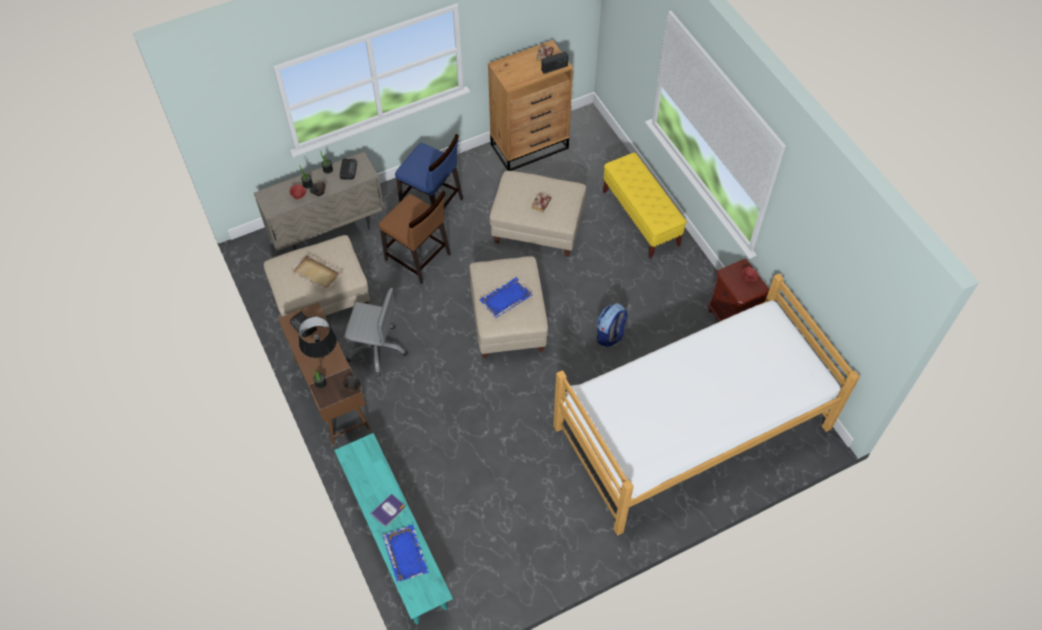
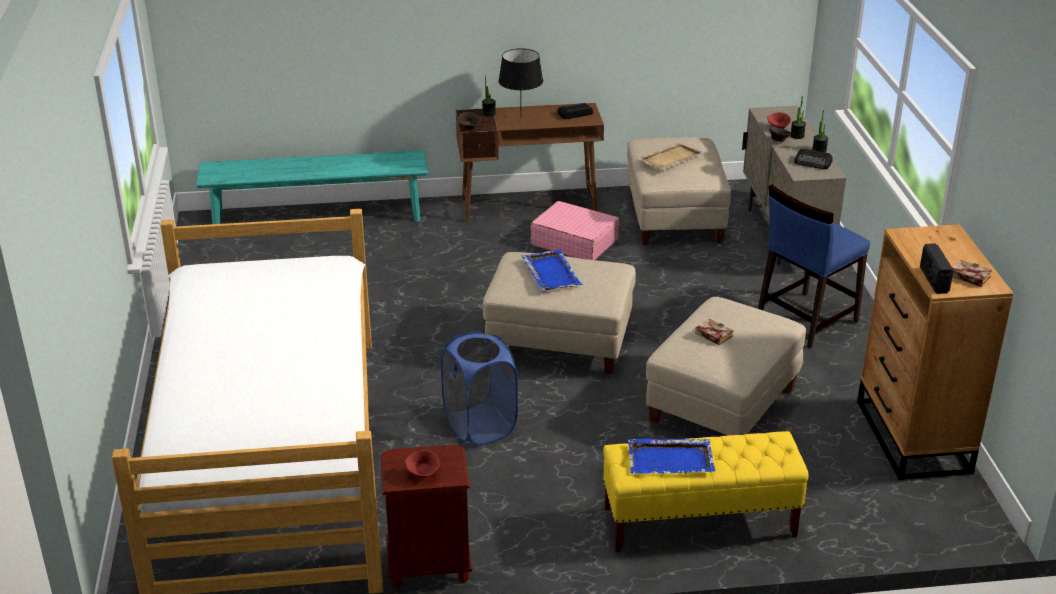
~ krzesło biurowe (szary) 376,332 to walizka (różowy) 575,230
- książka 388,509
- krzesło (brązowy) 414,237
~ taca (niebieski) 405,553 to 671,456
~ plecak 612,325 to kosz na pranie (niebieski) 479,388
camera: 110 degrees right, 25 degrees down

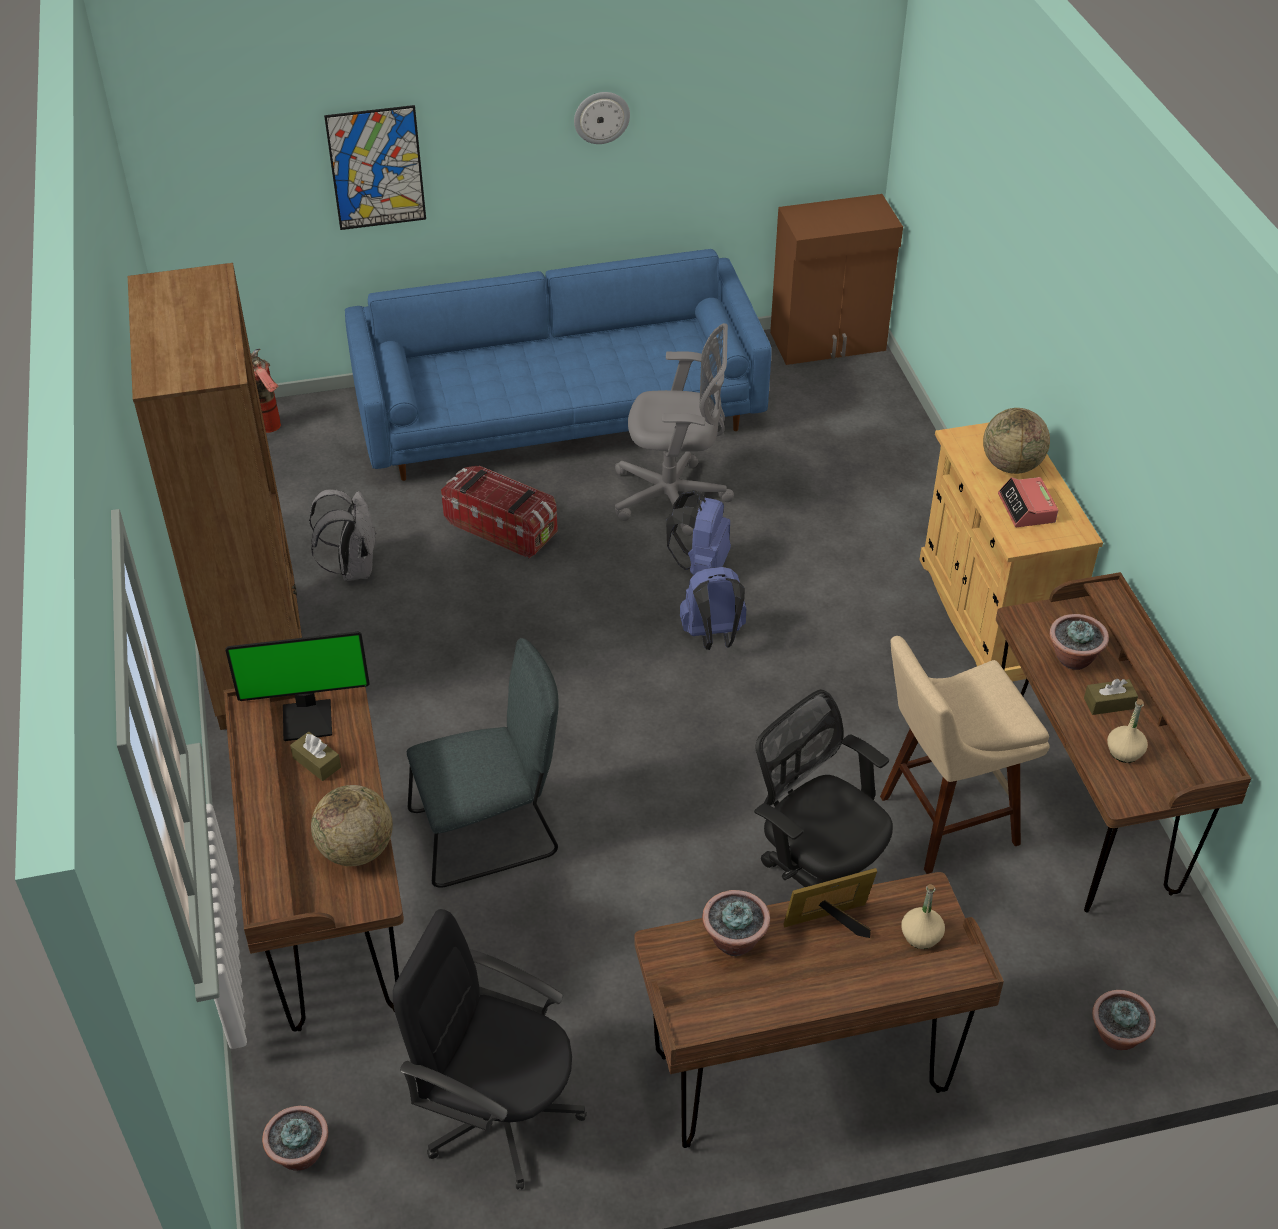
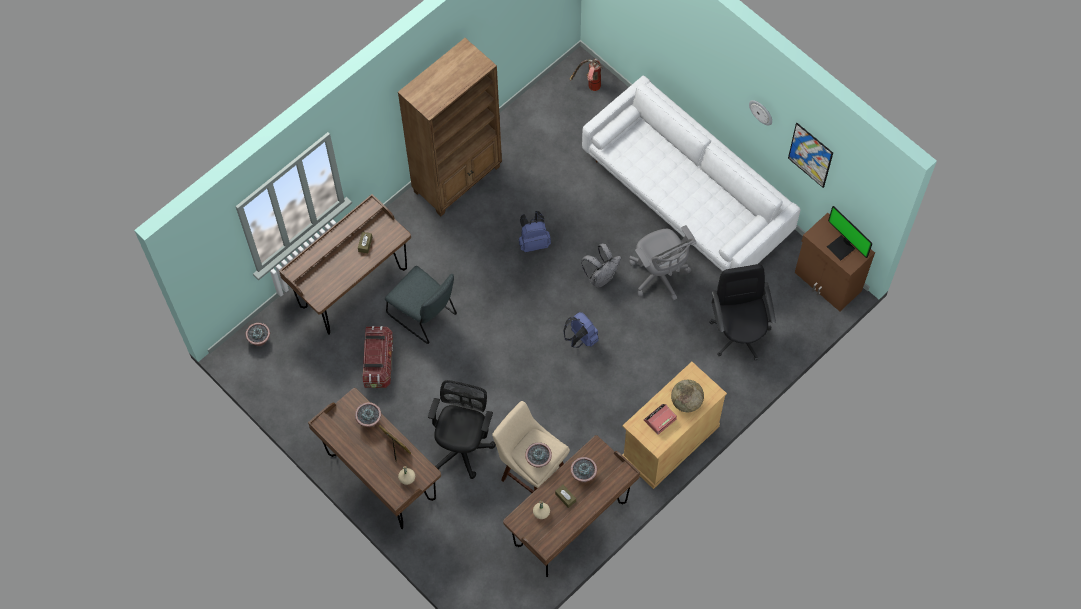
~ monitor 297,686 to 849,233
~ plecak (szary) 342,535 to 601,265
- globus 352,825
~ obraz 375,167 to 810,155
~ kanapa (niebieski) 558,365 to kanapa (biały) 691,173
~ krzesło biurowe (czarny) 490,1049 to 742,312
~ pojemnik do przechowywania 499,512 to 378,357
~ plecak (niebieski) 698,532 to 535,231
~ roślina doniczkowa 1124,1020 to 538,455
camera: 60 degrees right, 20 degrees up

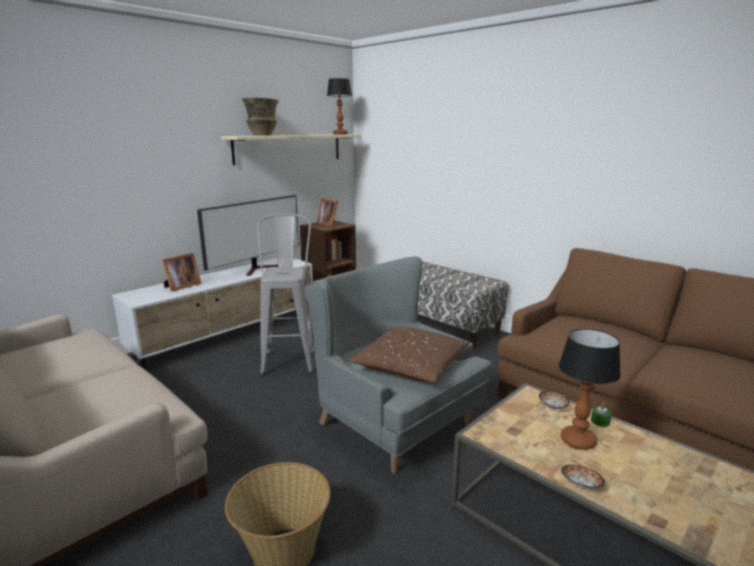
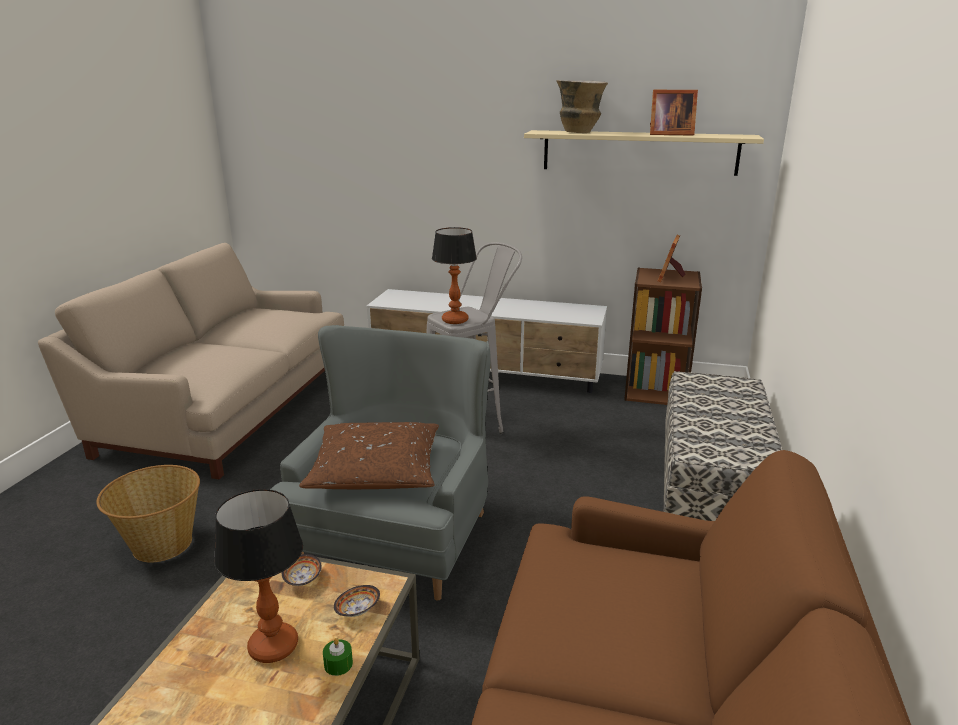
~ ramka na zdjęcie 181,272 to 674,112
- telewizor 248,235
~ lampa stołowa 339,106 to 454,275
~ miska 583,476 to 302,570
camera: 60 degrees right, 5 degrees up

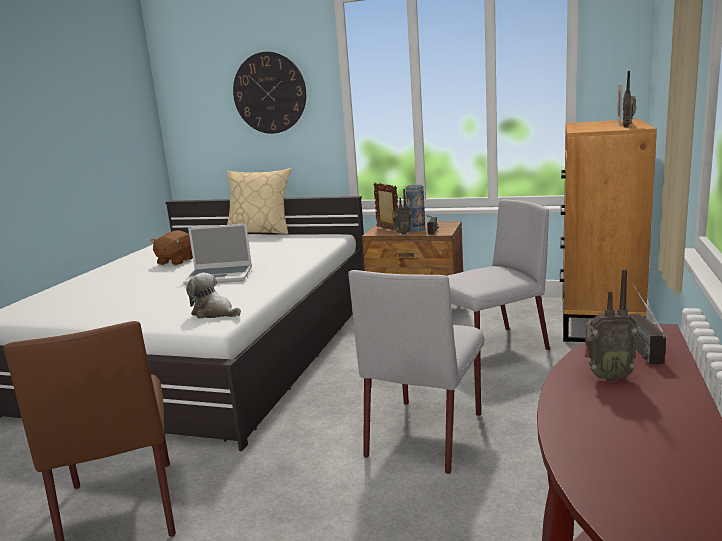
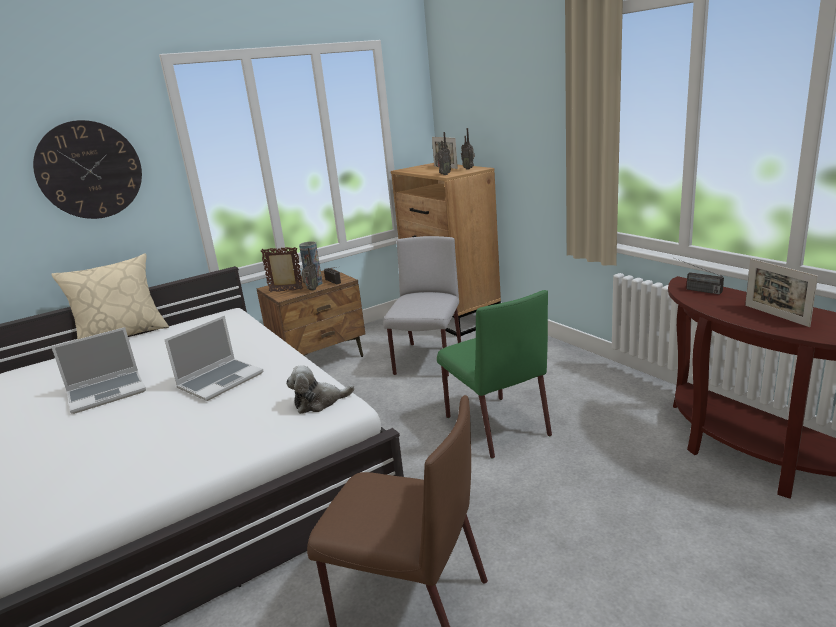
~ pluszak (brązowy) 171,247 to laptop 98,370
~ krzesło (szary) 416,372 to krzesło (zielony) 494,374
~ radio 611,325 to 443,153
+ ramka na zdjęcie 781,293
camera: 50 degrees left, 5 degrees up

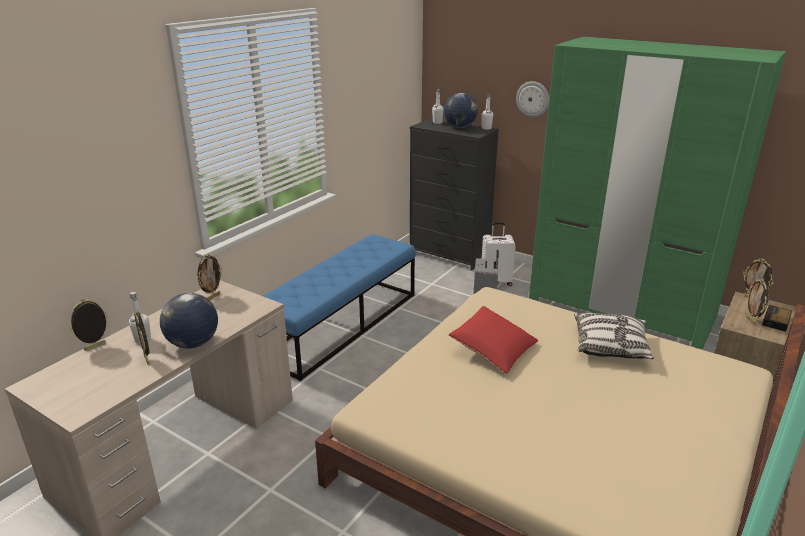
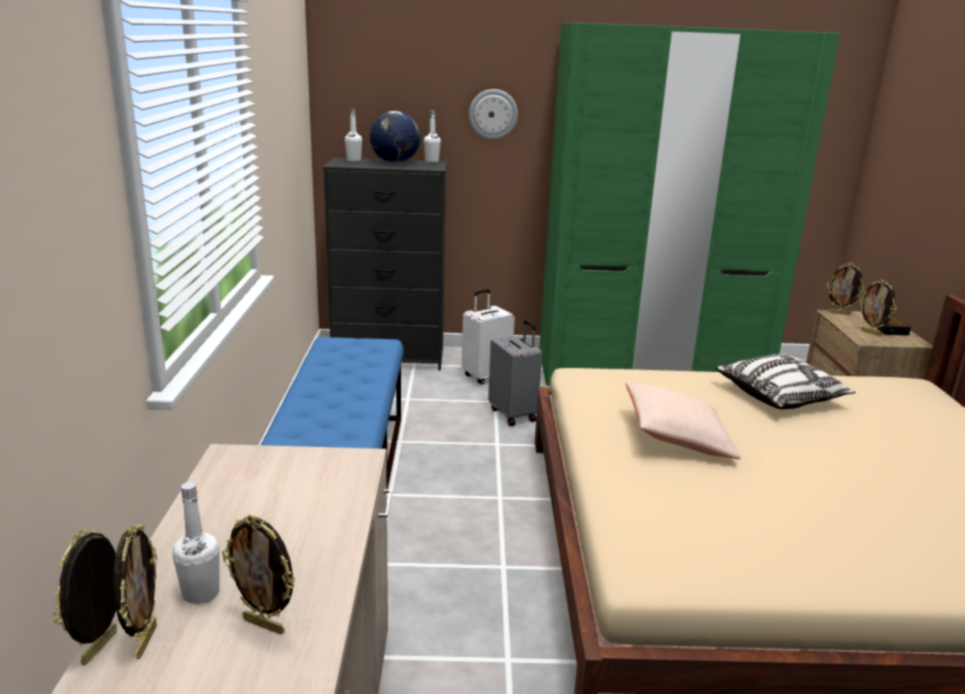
- globus 189,321
~ ramka na zdjęcie 210,277 to 135,591
~ poduszka (czerwony) 493,340 to poduszka (beżowy) 683,420
camera: 35 degrees left, 5 degrees down

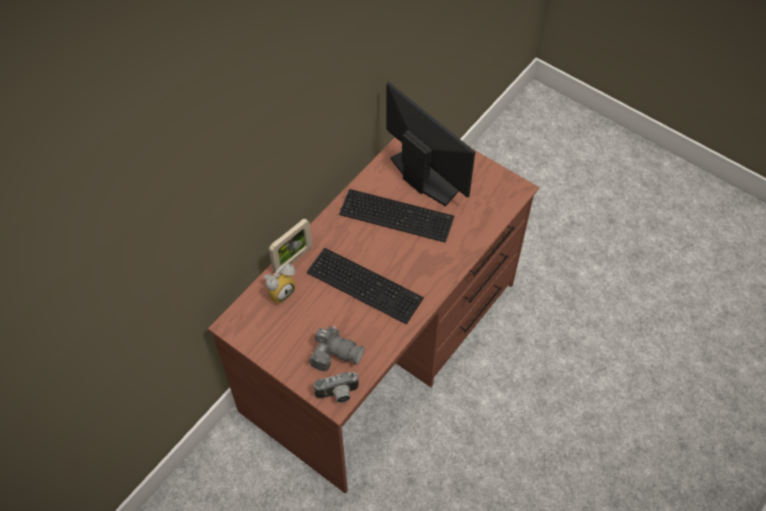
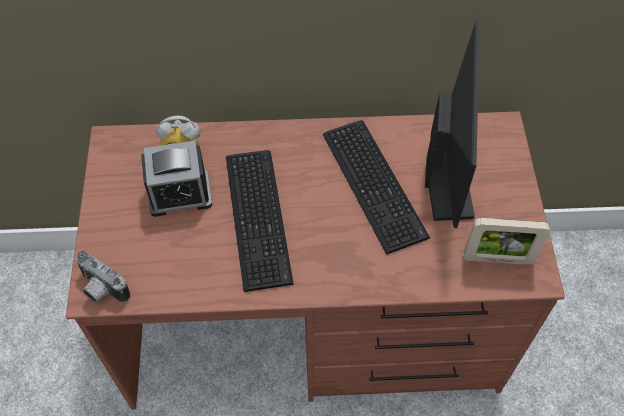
~ ramka na zdjęcie 290,246 to 507,241
- aparat fotograficzny 336,348
+ budzik 176,179
camera: 50 degrees right, 0 degrees up

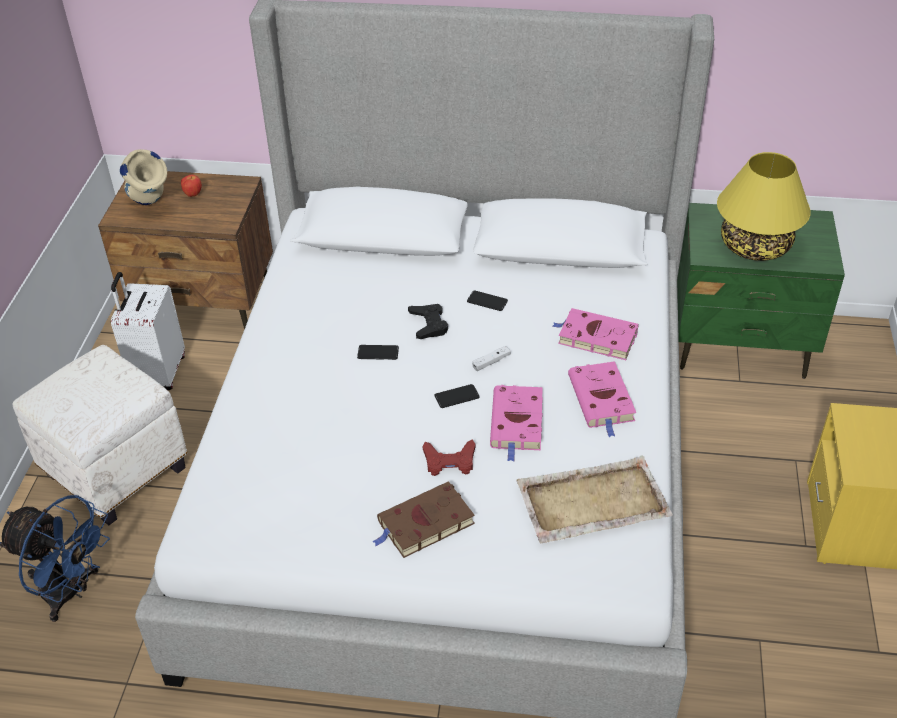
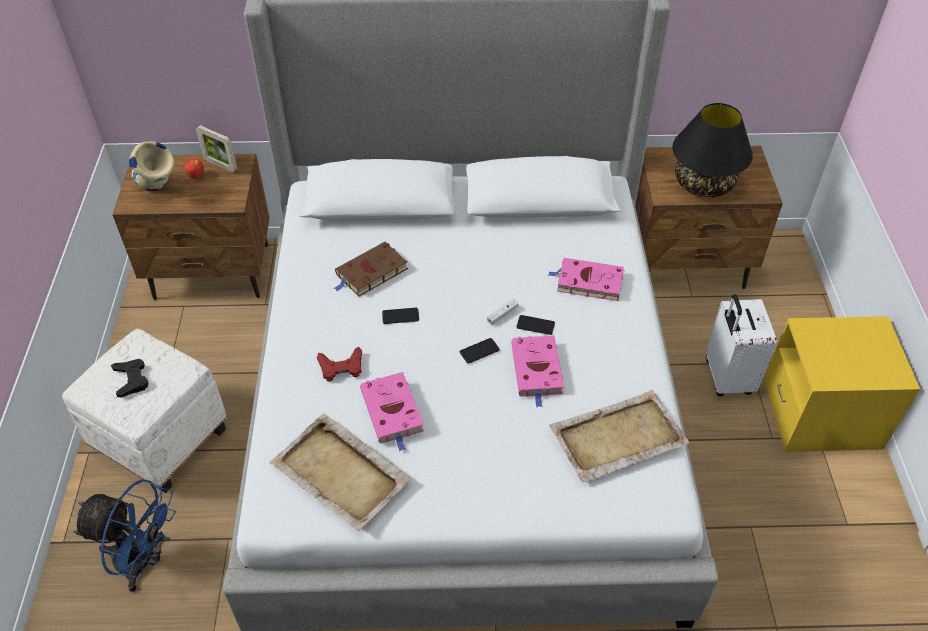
~ walizka (biały) 148,331 to 741,345
~ książka (brązowy) 423,519 to 370,269
~ pad do gier (czarny) 428,321 to 130,378
~ pad do gier (czerwony) 449,458 to 339,364
~ telefon 487,301 to 535,325
~ książka (różowy) 602,399 to 392,411
~ szafka nocna (zielony) 761,291 to szafka nocna (brązowy) 709,217
~ lampa stołowa (żółty) 764,206 to lampa stołowa (czarny) 712,150
+ ramka na zdjęcie 216,148
+ taca (beżowy) 340,472
camera: 10 degrees left, 5 degrees up

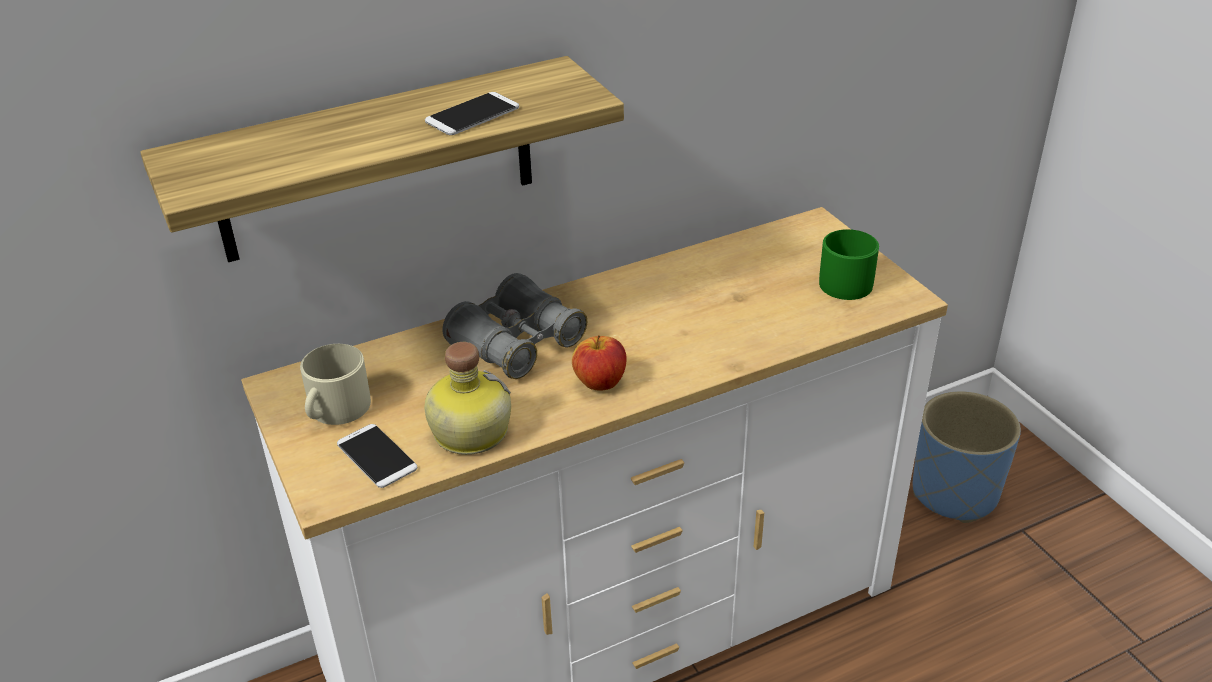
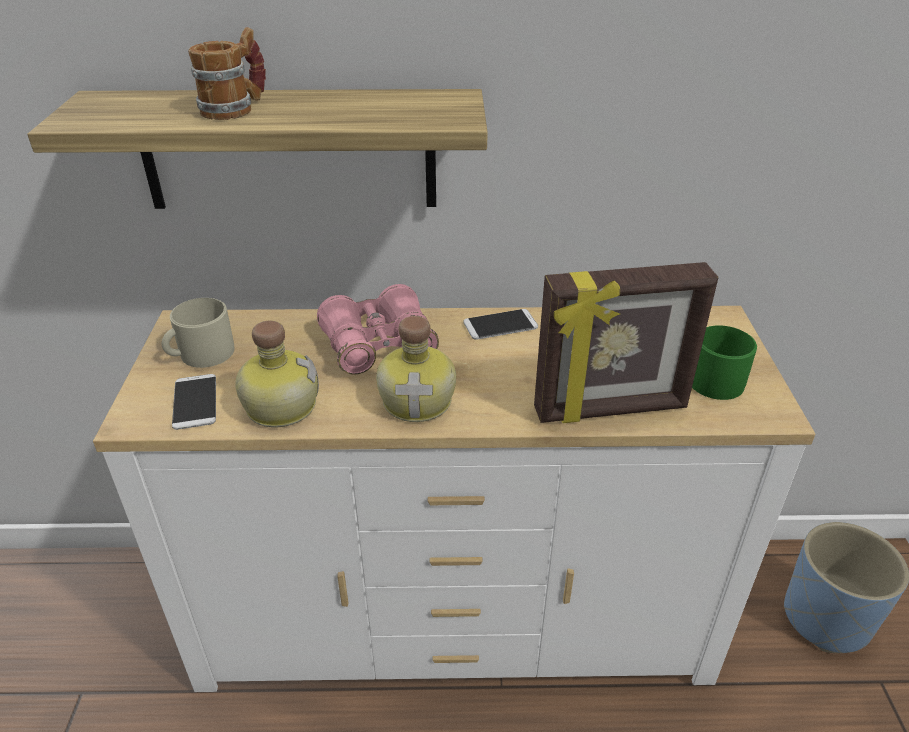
~ telefon 472,113 to 500,324
~ lornetka (szary) 514,326 to lornetka (różowy) 378,329
~ jabłko 599,363 to butelka 416,369
+ kubek 227,73
+ ramka na zdjęcie 626,342
camera: 25 degrees right, 0 degrees up

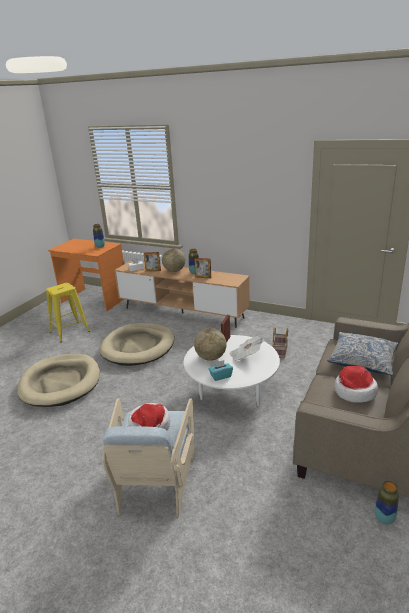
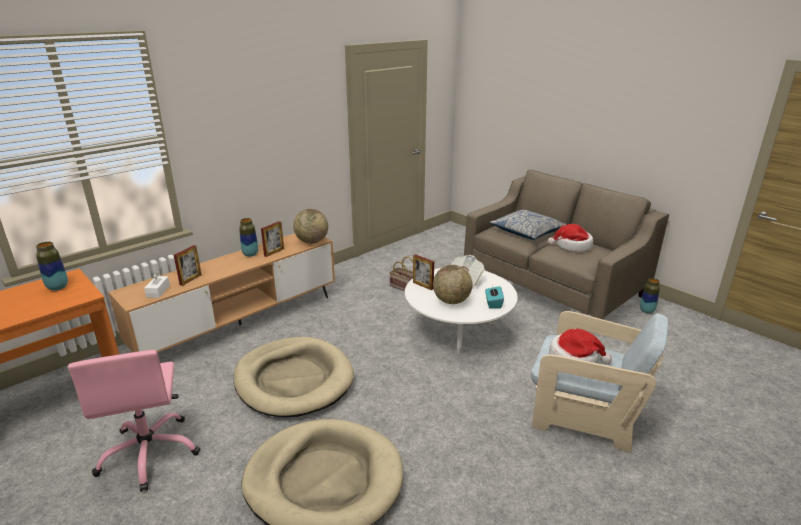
~ stołek (żółty) 68,312 to krzesło biurowe (różowy) 134,421
~ globus 173,260 to 310,226
camera: 70 degrees left, 0 degrees up

